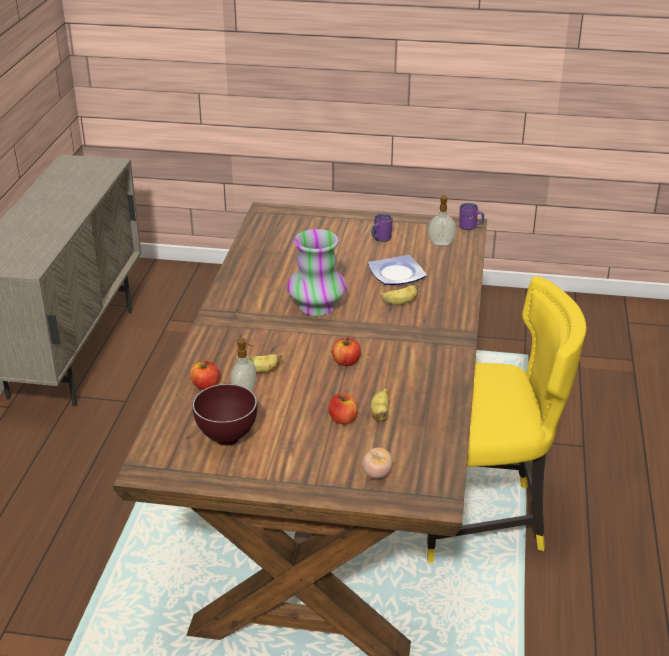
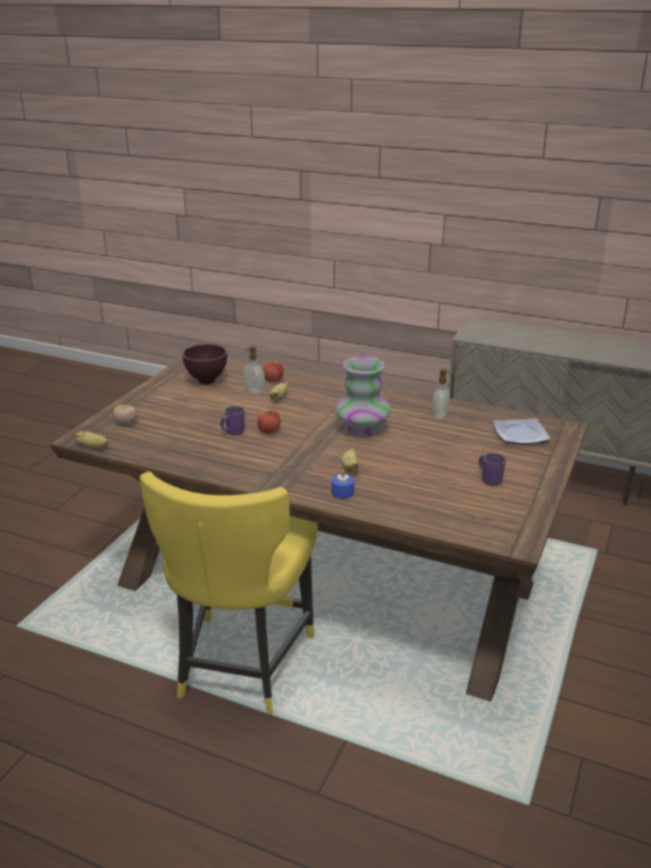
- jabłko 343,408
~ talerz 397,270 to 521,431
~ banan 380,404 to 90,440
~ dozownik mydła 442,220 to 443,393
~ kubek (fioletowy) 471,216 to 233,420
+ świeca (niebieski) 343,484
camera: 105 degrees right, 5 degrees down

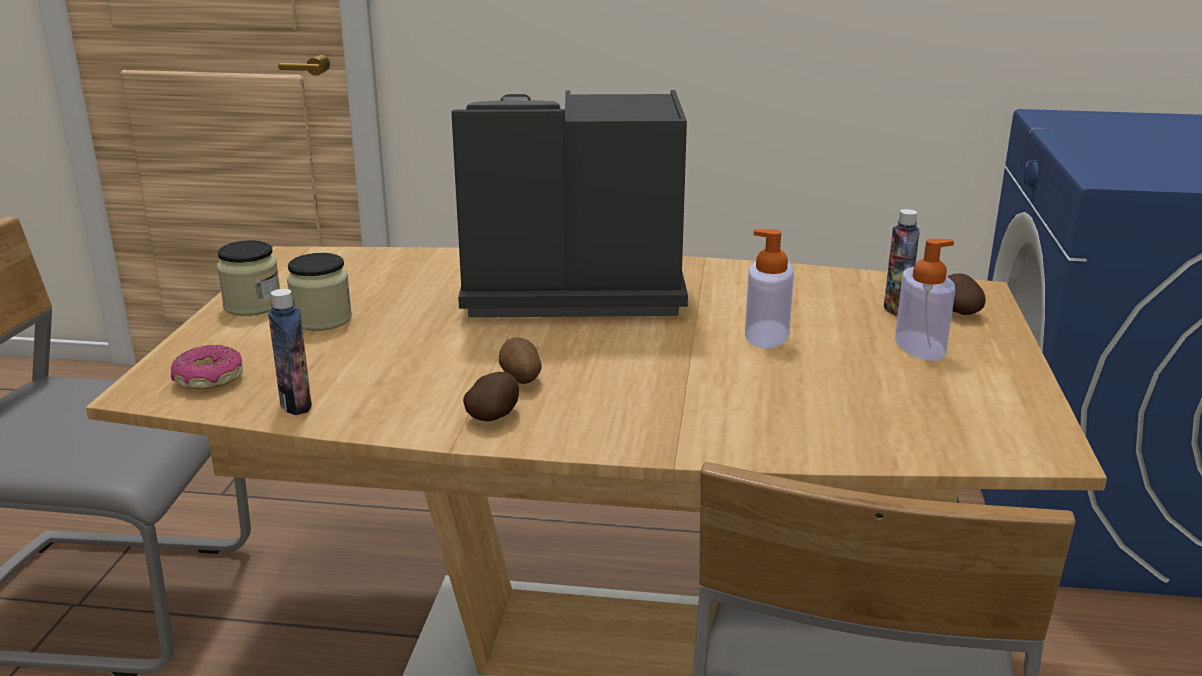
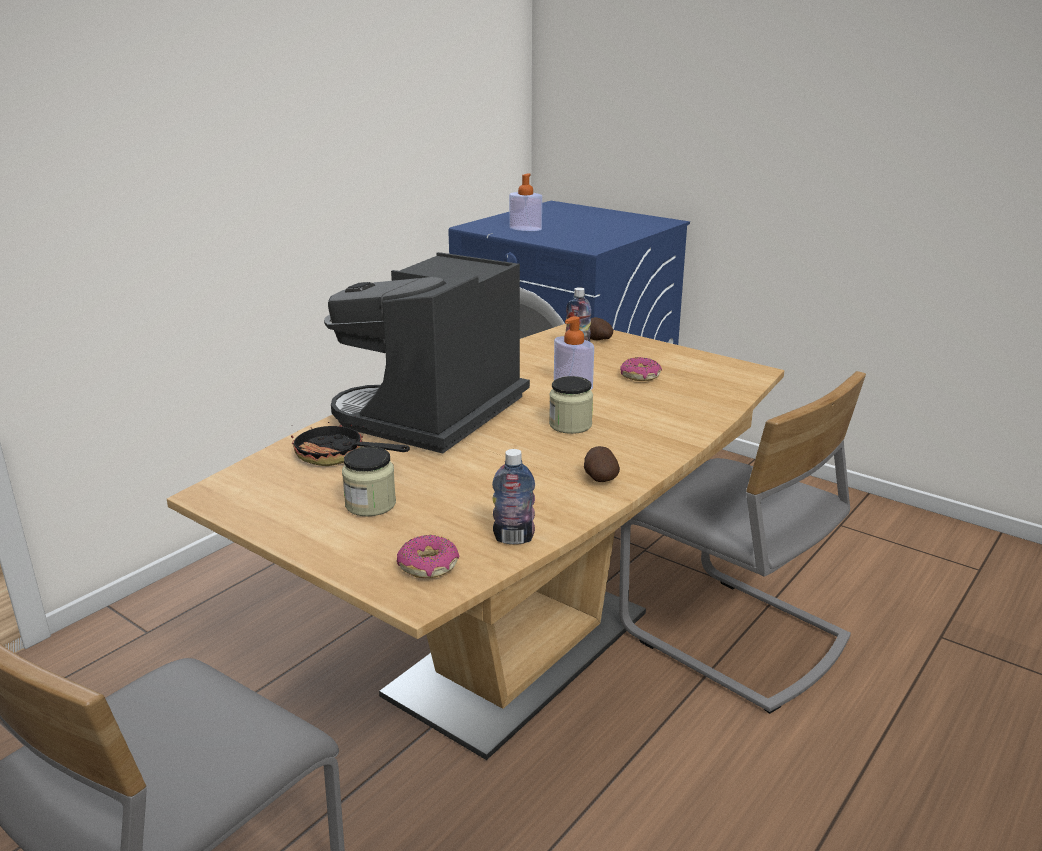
~ słoik 248,278 to 571,405
- ziemniak 520,360
~ dozownik mydła 925,300 to 525,202
+ patelnia 350,444
+ donut 641,369
camera: 60 degrees left, 0 degrees up

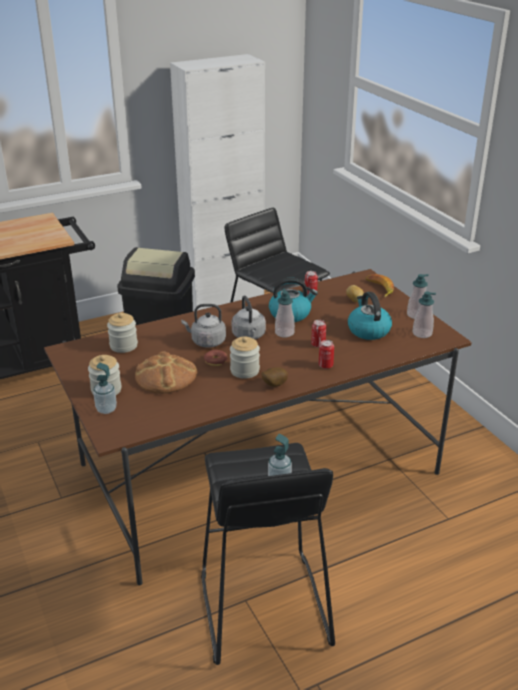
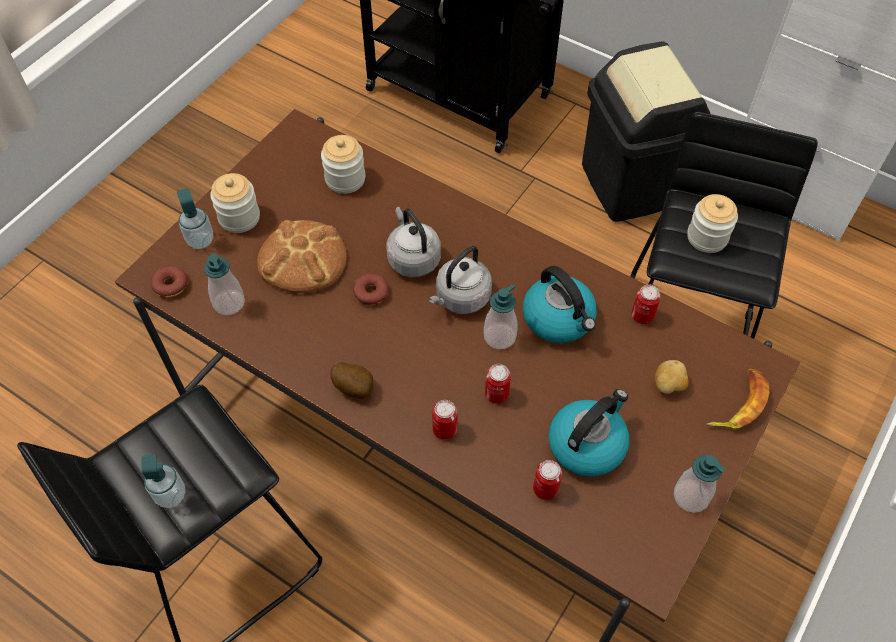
~ słoik 245,357 to 712,223
~ dozownik mydła 424,315 to 224,284
+ donut 169,281
+ puszka 547,480
camera: 60 degrees right, 25 degrees up

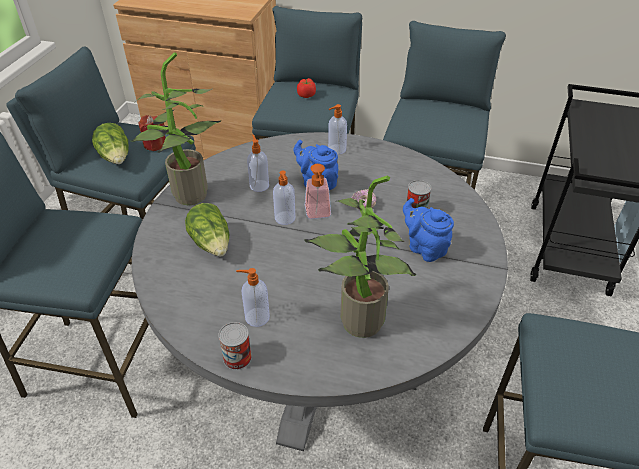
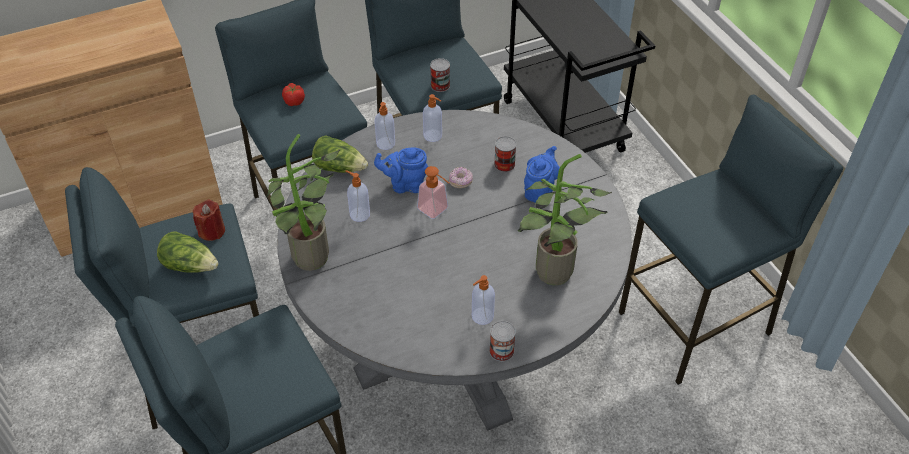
~ sałata 207,230 to 340,154
~ dozownik mydła 284,198 to 432,118
~ imbryk (niebieski) 428,230 = 542,174 105 degrees clockwise
+ puszka 440,75
camera: 40 degrees left, 5 degrees up

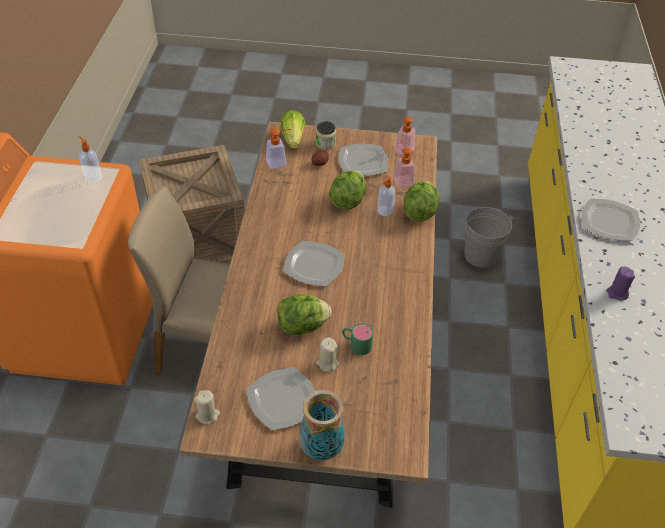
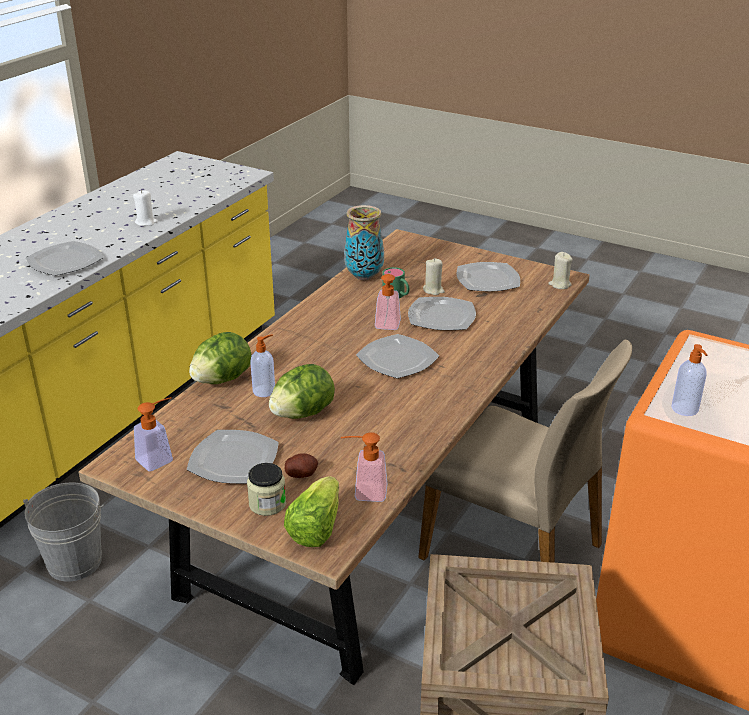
~ sałata 304,314 to talerz 442,313
~ wazon 322,425 to 364,242
~ dozownik mydła 404,164 to 388,302
~ świeca (fioletowy) 621,284 to świeca (biały) 145,208
camera: 155 degrees left, 15 degrees down

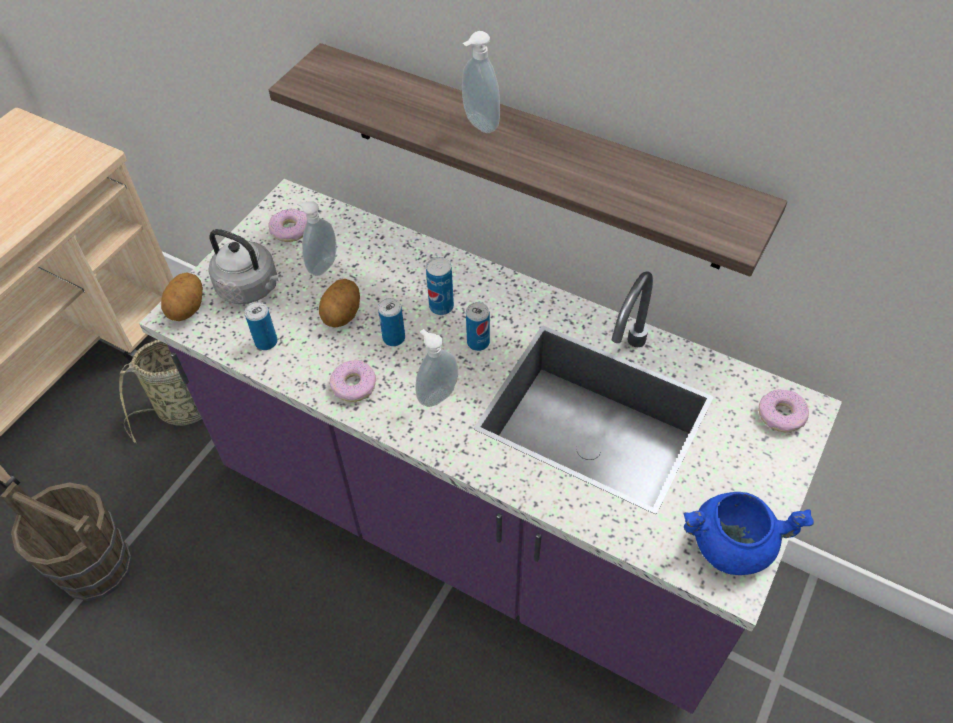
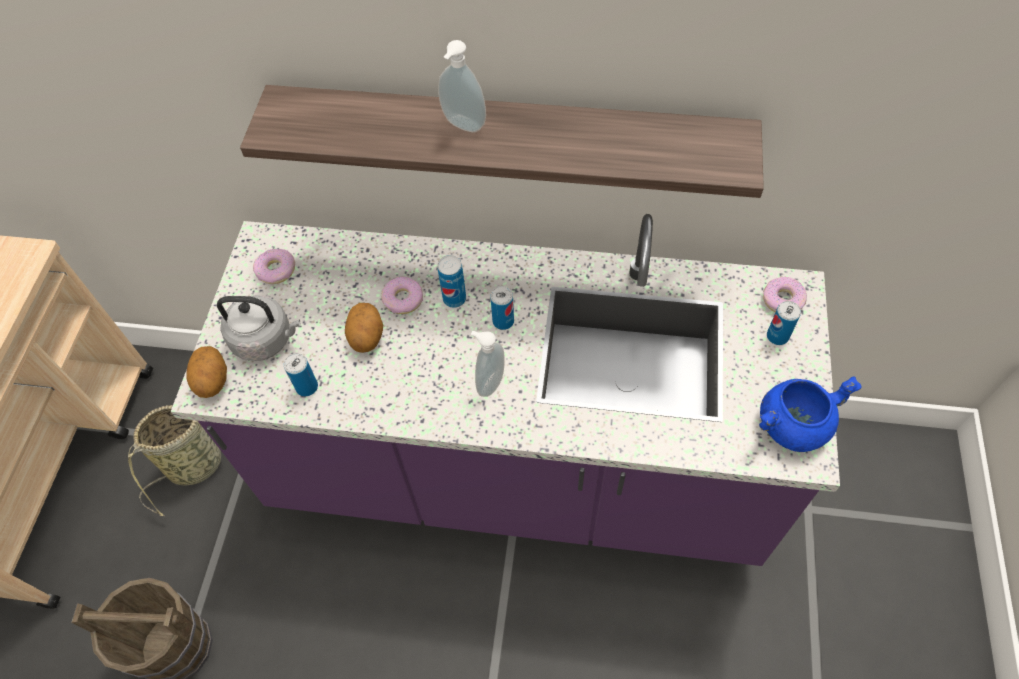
- dozownik mydła 317,238
~ donut 353,381 to 402,295
~ puszka 391,322 to 784,323
camera: 20 degrees left, 5 degrees up

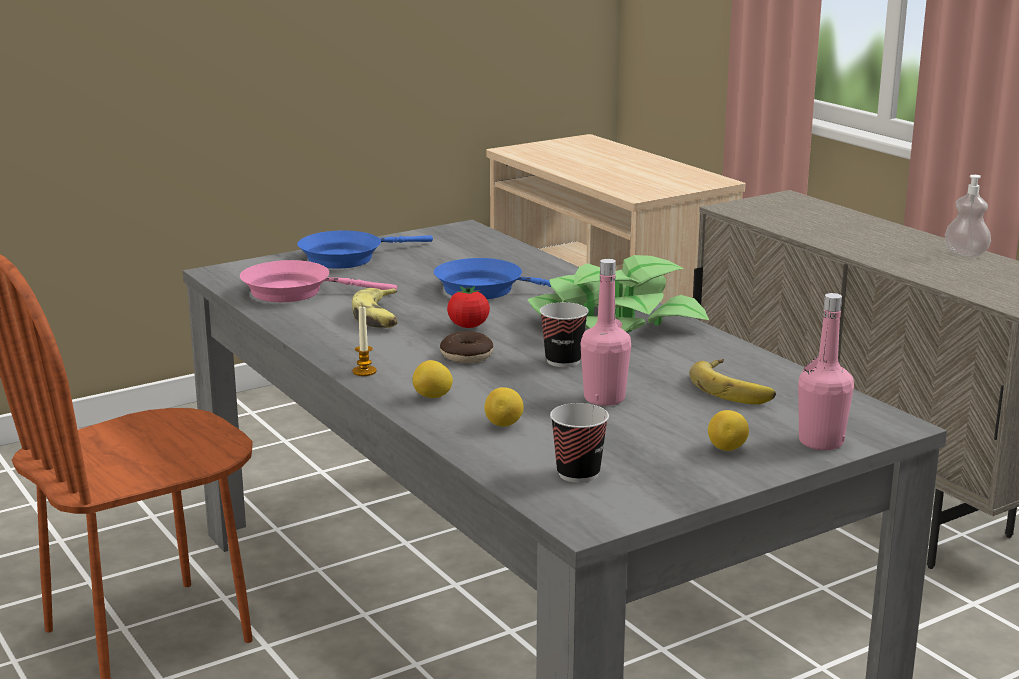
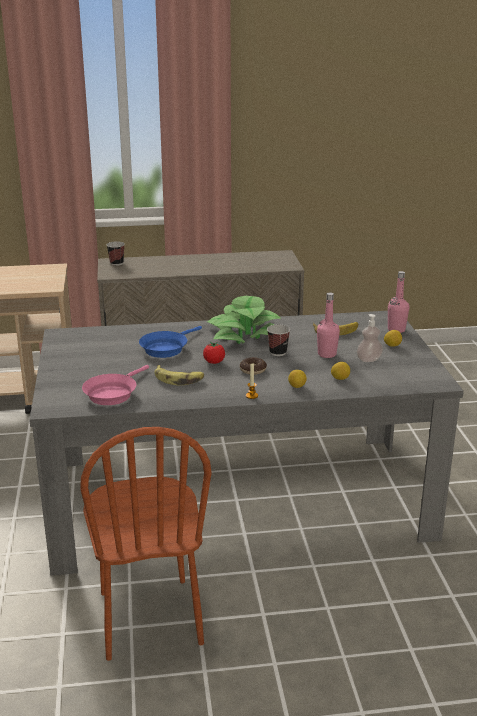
- patelnia (niebieski) 365,250
~ filiżanka 579,443 to 116,253
~ dozownik mydła 968,216 to 370,338
camera: 65 degrees left, 5 degrees up

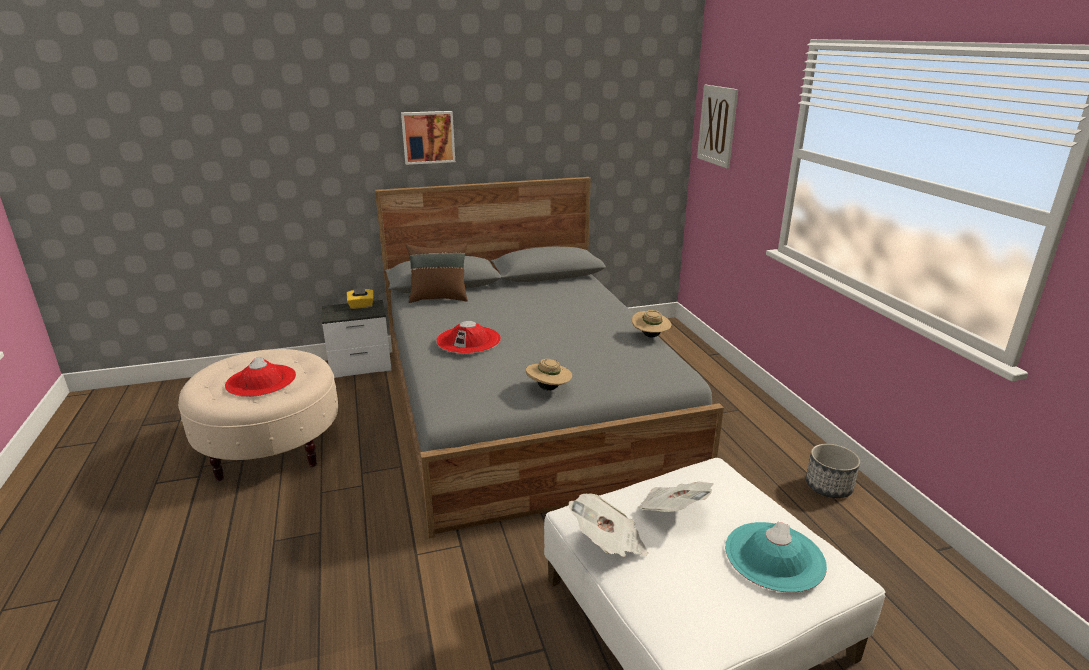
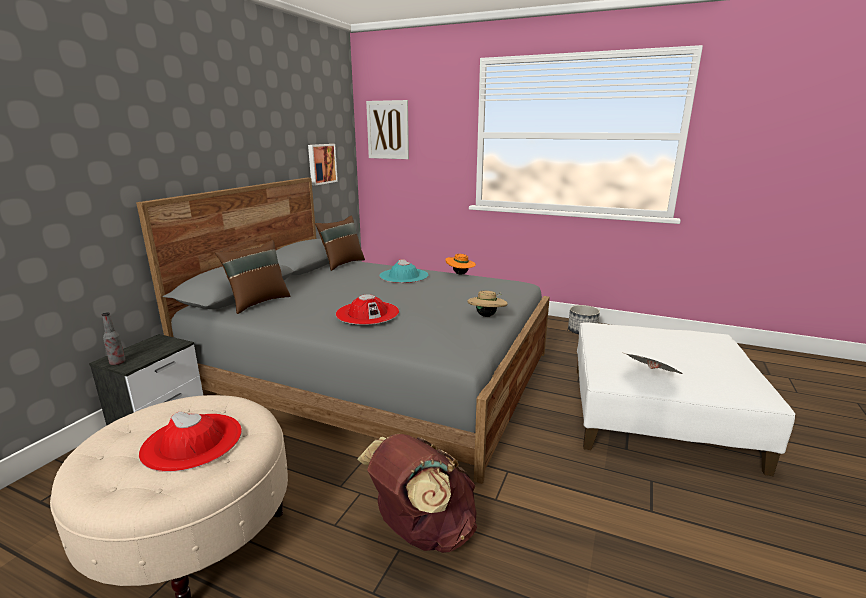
- pudełko chusteczek (żółty) 360,298
~ obraz 428,138 to 323,164
~ kapelusz (beżowy) 651,323 to kapelusz (pomarańczowy) 460,264
- gazeta 675,497
~ kapelusz (turkusowy) 776,557 to 404,271
+ butelka 113,338
+ poduszka (brązowy) 340,243
+ plecak (brązowy) 417,493
camera: 50 degrees left, 5 degrees down

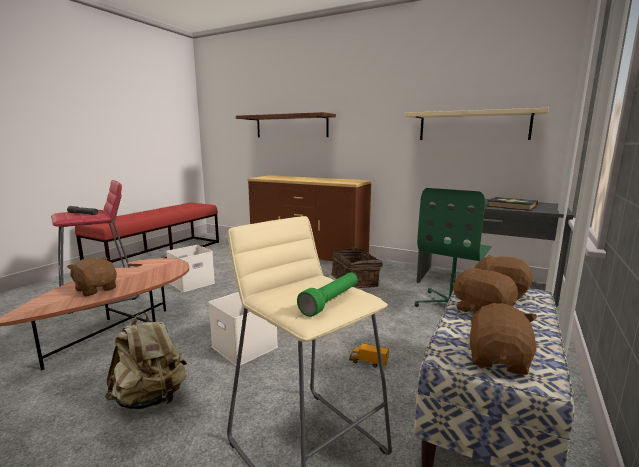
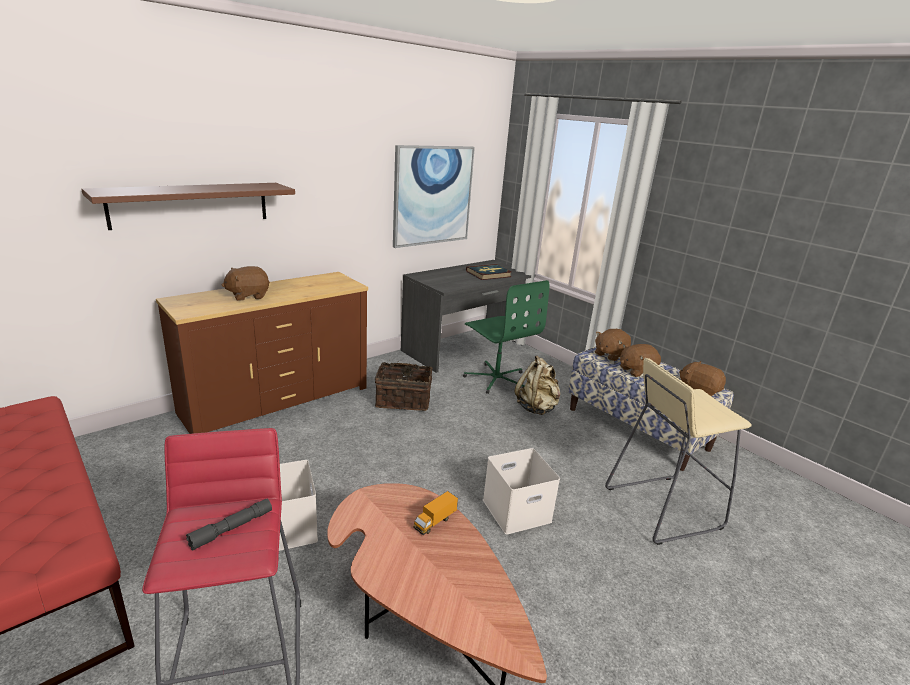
~ pluszak (brązowy) 92,276 to 245,283
~ plecak (beżowy) 146,360 to 538,385
- latarka (zielony) 327,294
~ ciężarówka zabawkowa 369,355 to 435,513
~ półka (beżowy) 476,124 to obraz 434,196
camera: 70 degrees left, 10 degrees up

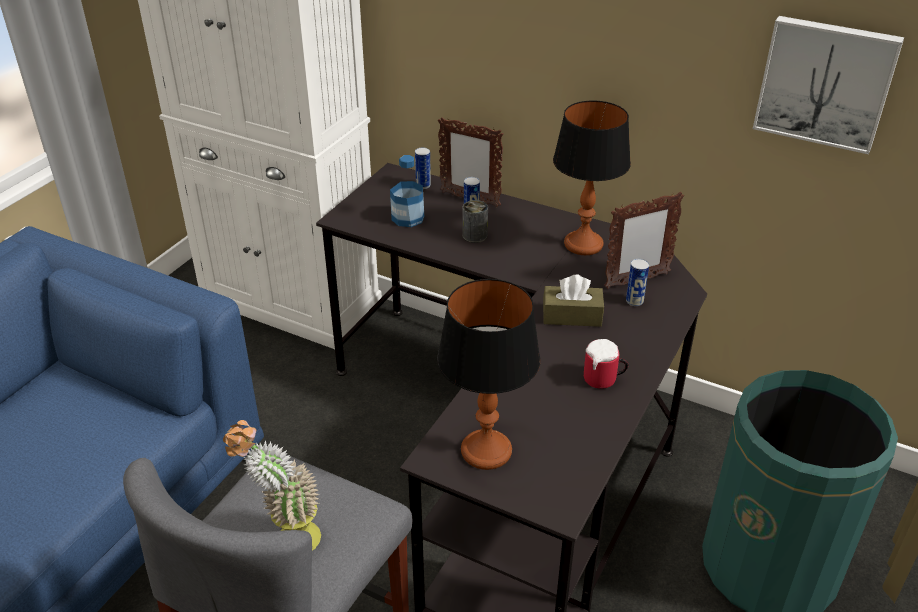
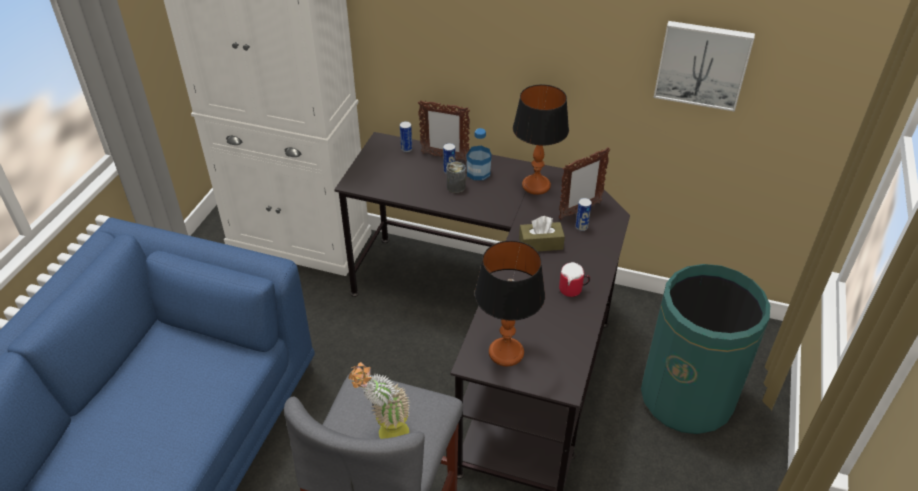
~ butelka 407,191 to 479,154
camera: 10 degrees left, 5 degrees up

